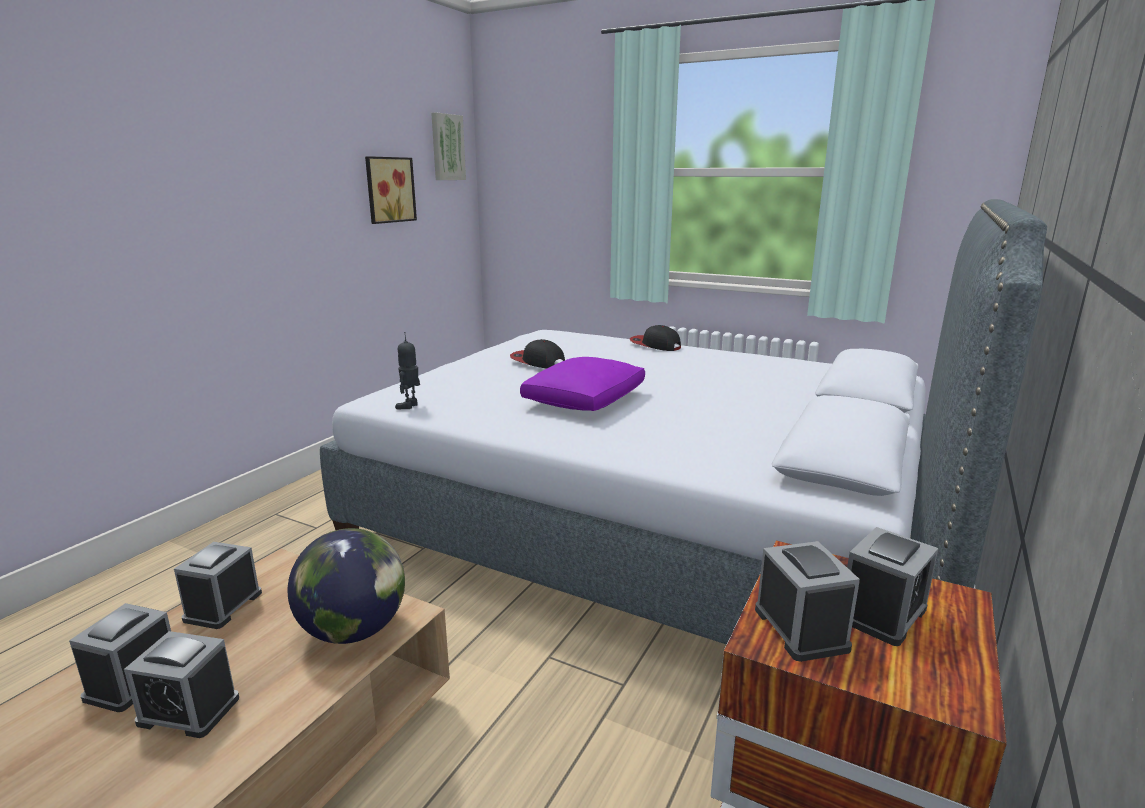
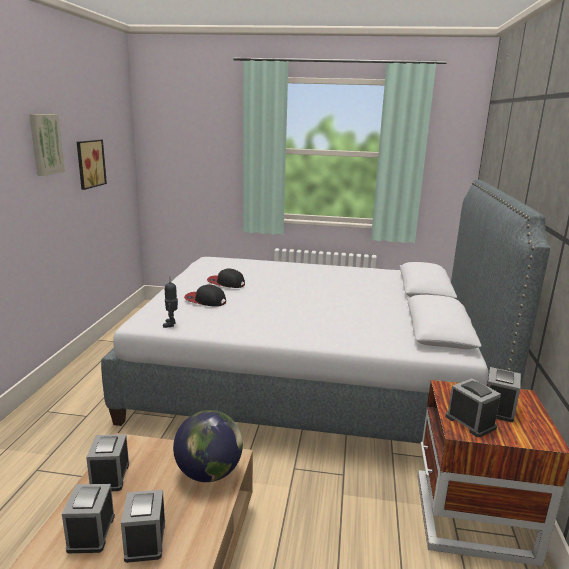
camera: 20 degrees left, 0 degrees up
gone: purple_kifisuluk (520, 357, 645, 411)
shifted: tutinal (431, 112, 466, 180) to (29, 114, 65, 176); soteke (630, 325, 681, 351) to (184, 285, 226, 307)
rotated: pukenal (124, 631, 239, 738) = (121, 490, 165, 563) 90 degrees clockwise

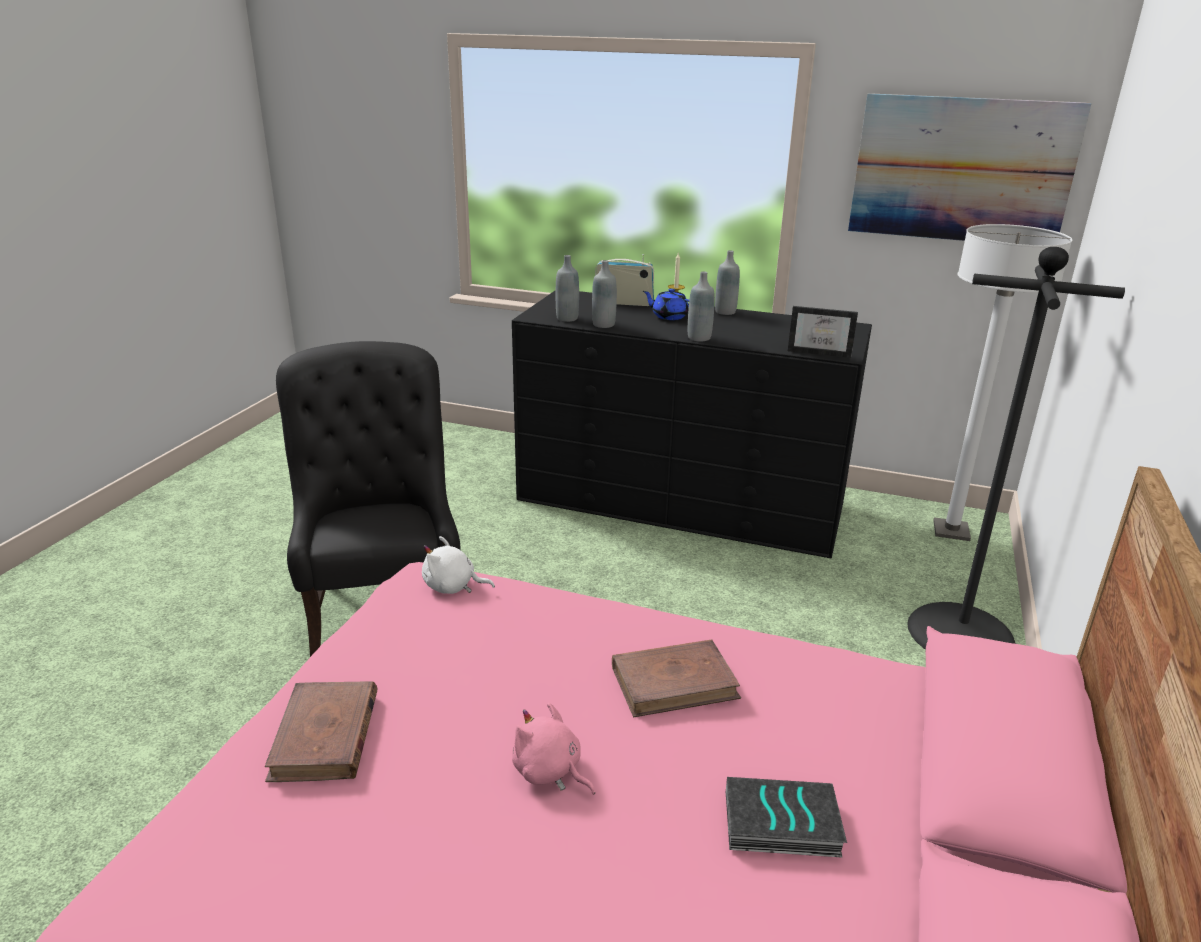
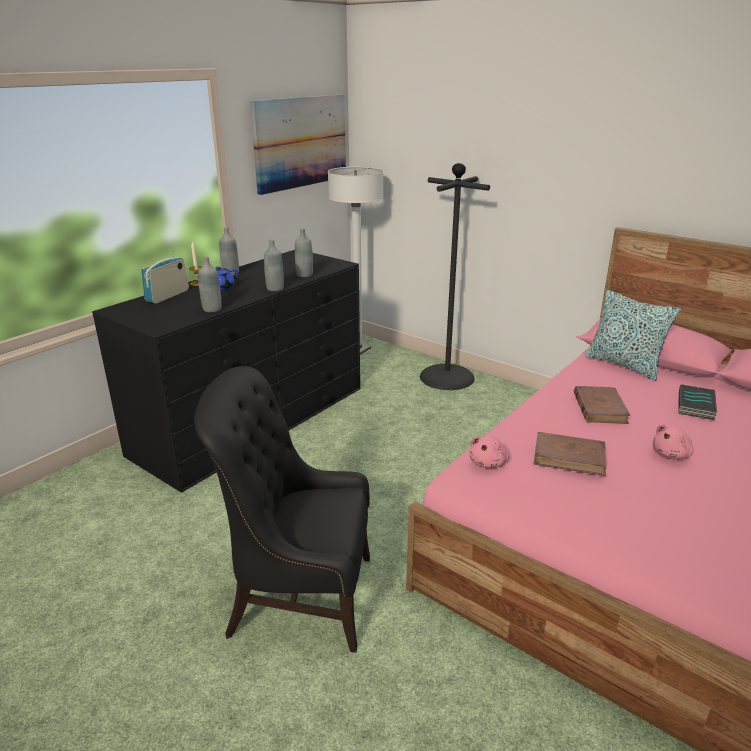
camera: 70 degrees left, 0 degrees up
gone: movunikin (788, 306, 858, 358)
new: kifisuluk (585, 290, 681, 381)
shifted: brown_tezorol (265, 681, 377, 782) to (534, 432, 606, 476); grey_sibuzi (556, 255, 579, 322) to (295, 228, 313, 277)
repainted: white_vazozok (422, 536, 495, 594) to pink_vazozok (469, 436, 509, 468)

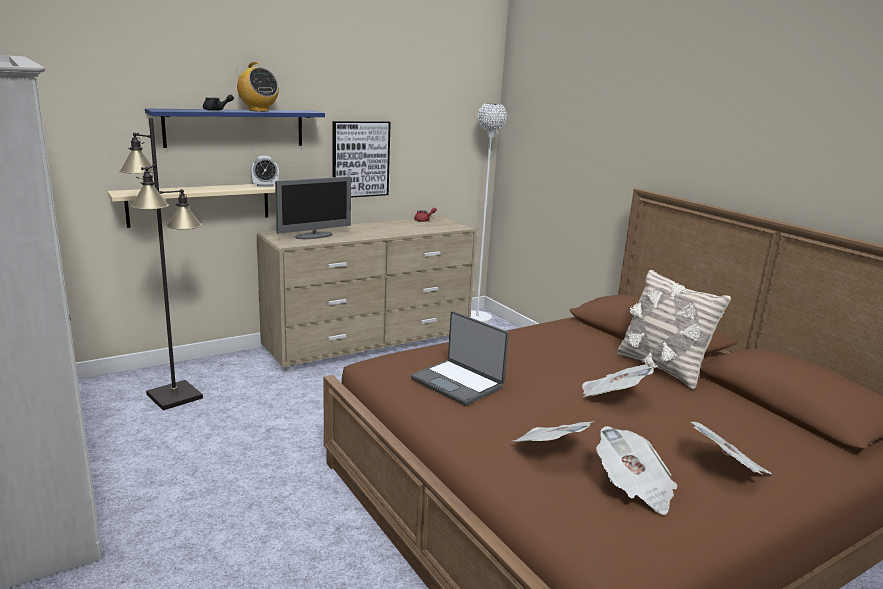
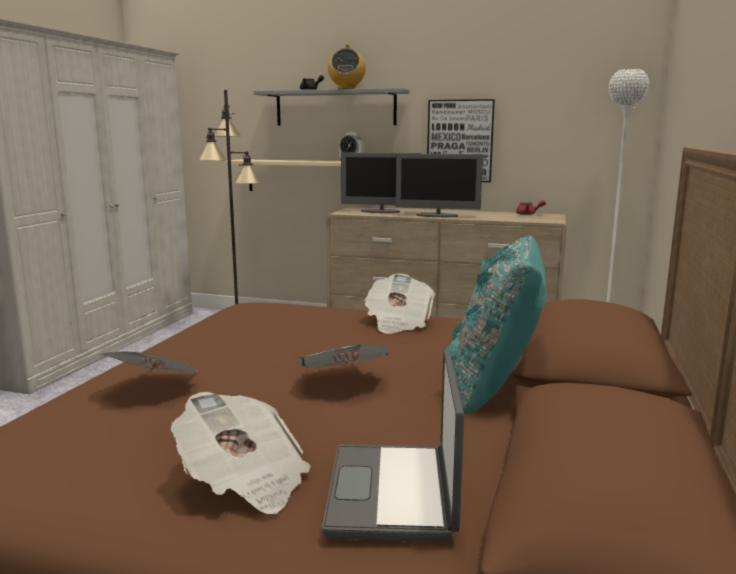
camera: 50 degrees right, 5 degrees down
new: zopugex (396, 154, 483, 217)
shifted: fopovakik (411, 311, 509, 406) to (322, 350, 464, 542); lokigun (596, 426, 678, 515) to (364, 273, 435, 334)
repainted: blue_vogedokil (145, 109, 325, 148) to grey_vogedokil (253, 88, 409, 125); beige_kifisuluk (617, 270, 731, 390) to turquoise_kifisuluk (442, 236, 547, 414)

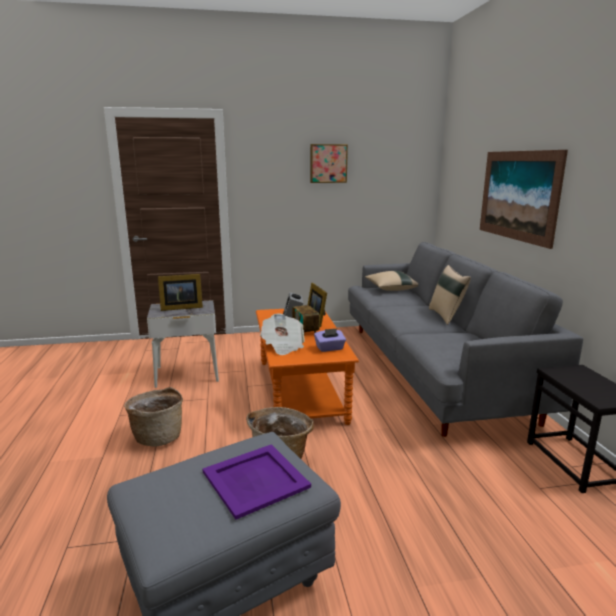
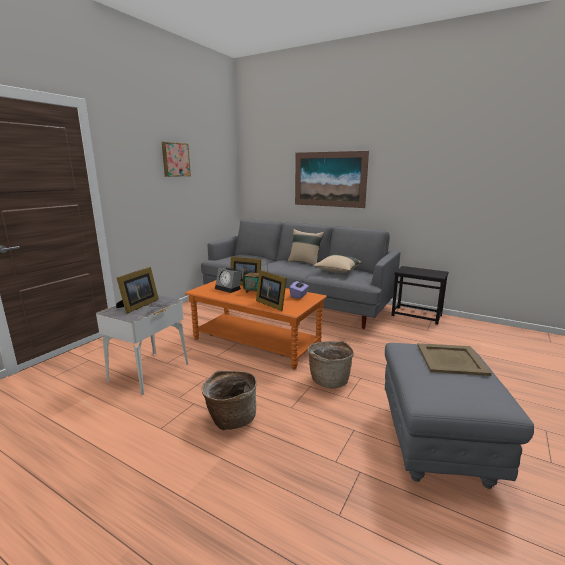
camera: 50 degrees left, 0 degrees up
shifted: beige_kifisuluk (365, 271, 418, 291) to (313, 255, 362, 273)
swapped: lokigun (260, 313, 304, 355) to movunikin (256, 270, 287, 311)
repainted: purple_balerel (202, 444, 311, 520) to beige_balerel (417, 343, 492, 376)

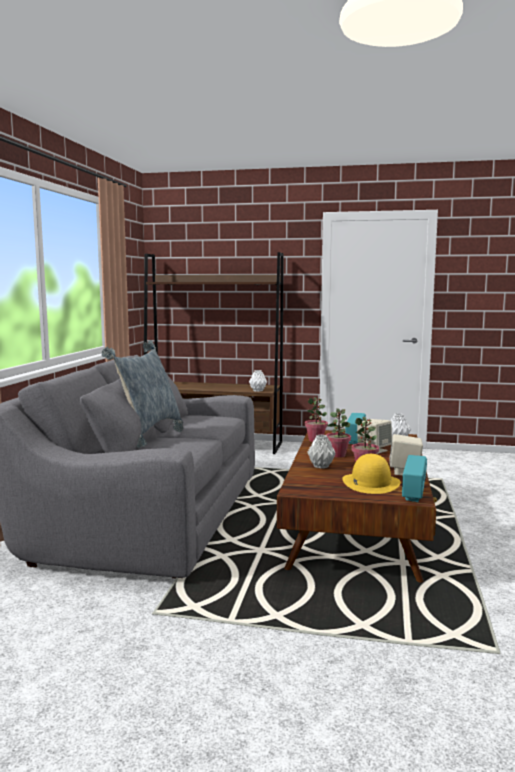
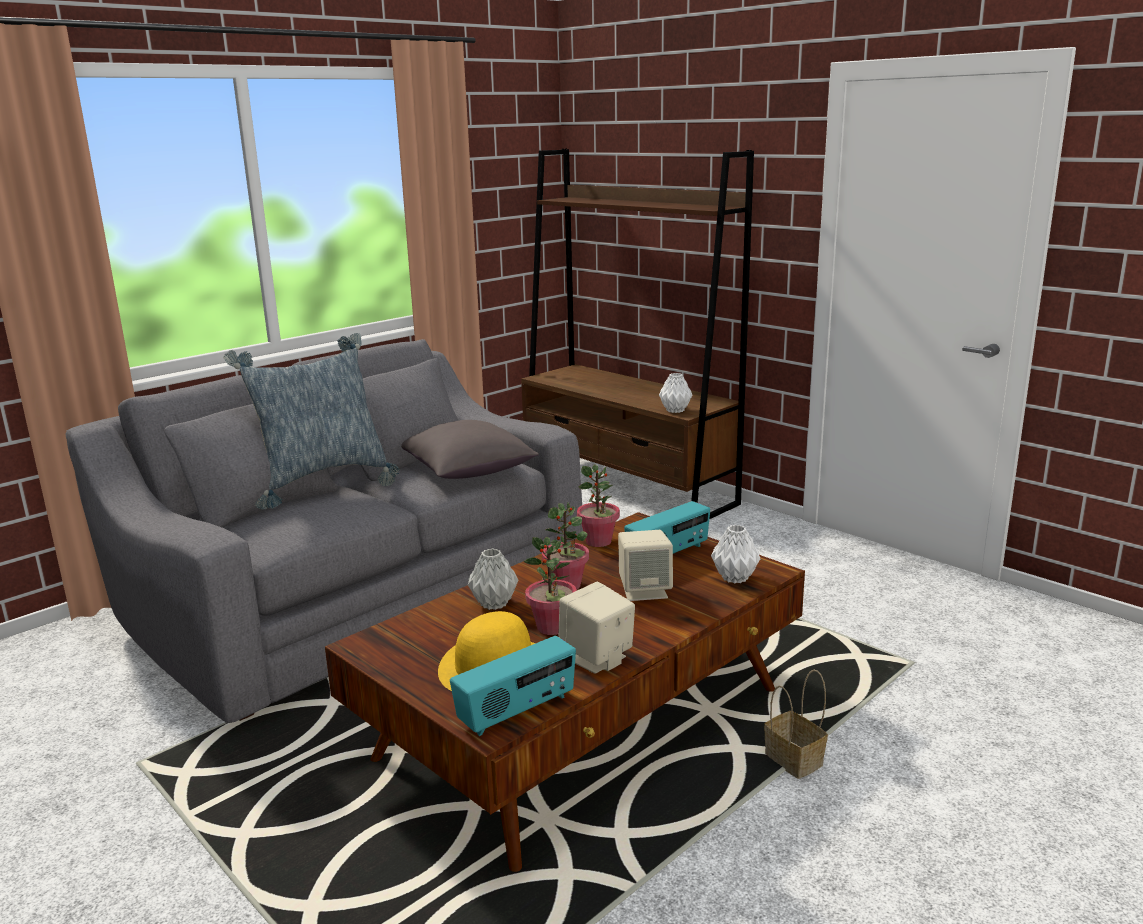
camera: 35 degrees right, 10 degrees up
new: grey_kifisuluk (401, 420, 539, 479); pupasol (764, 669, 828, 779)

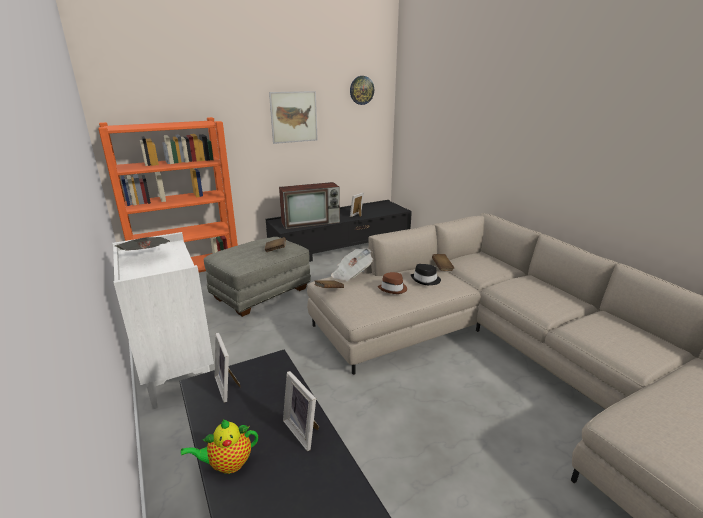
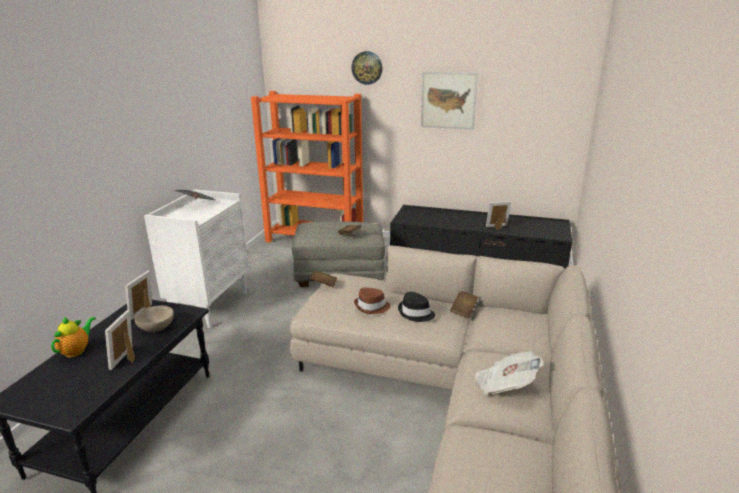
camera: 45 degrees right, 0 degrees up
gone: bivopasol (279, 182, 340, 229)
new: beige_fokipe (134, 305, 174, 332)
shifted: lokigun (331, 248, 373, 281) to (475, 351, 543, 395); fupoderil (350, 76, 374, 105) to (351, 51, 382, 85)
rotated: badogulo (181, 419, 258, 474) = (51, 317, 96, 357) 90 degrees clockwise

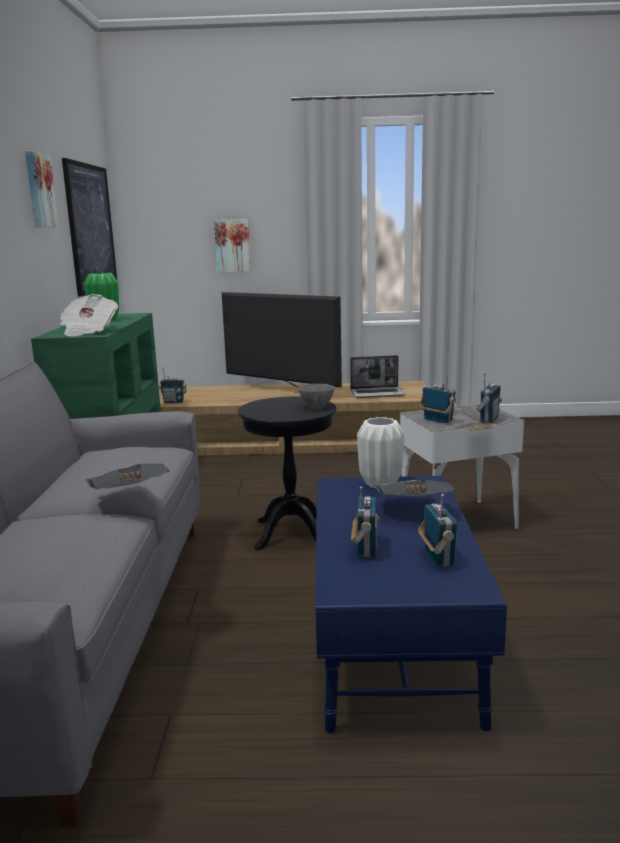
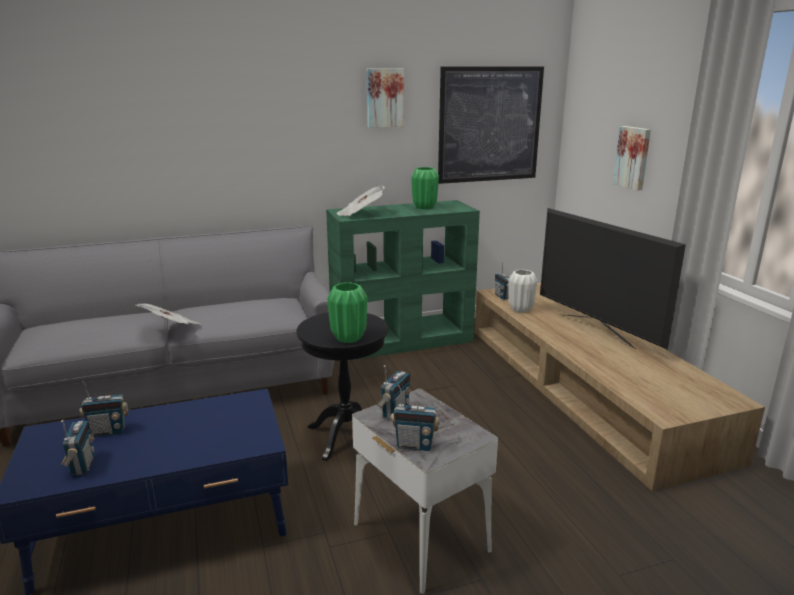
camera: 70 degrees right, 5 degrees up
gone: fopovakik (350, 355, 405, 398); lokigun (373, 480, 455, 497)
shifted: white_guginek (357, 417, 404, 488) to (508, 269, 537, 313)
swapped: grey_fokipe (298, 383, 335, 408) to green_guginek (327, 282, 367, 343)
rotated: bivopasol (222, 292, 342, 387) = (540, 208, 686, 350) 45 degrees counterclockwise; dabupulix (418, 494, 457, 566) = (61, 420, 94, 475) 75 degrees counterclockwise

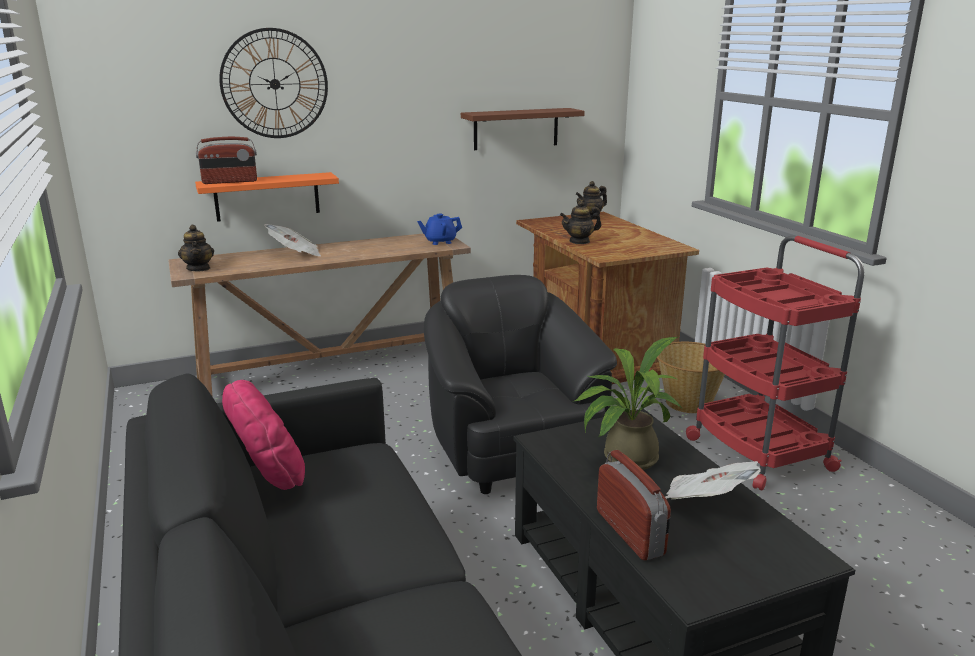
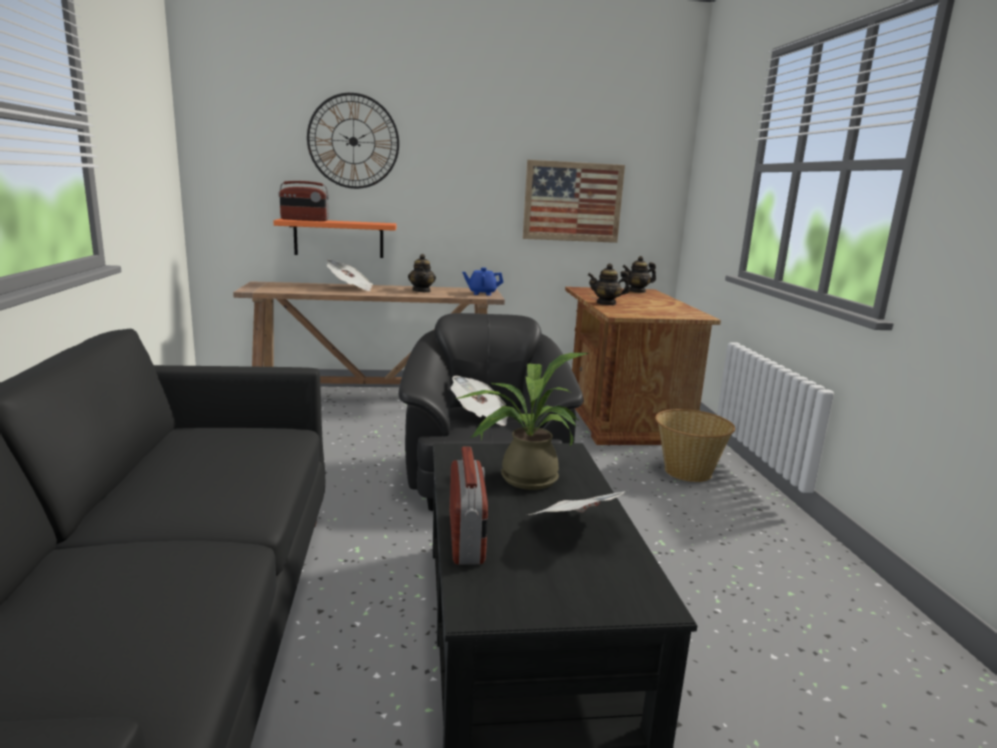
camera: 15 degrees right, 5 degrees down
gone: pink_kifisuluk (222, 380, 305, 490); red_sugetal (686, 236, 864, 491)
new: lokigun (451, 376, 509, 426)
shifted: badogulo (178, 225, 214, 271) to (408, 254, 436, 292)
swapped: brown_vogedokil (461, 108, 585, 150) to tutinal (523, 160, 625, 243)

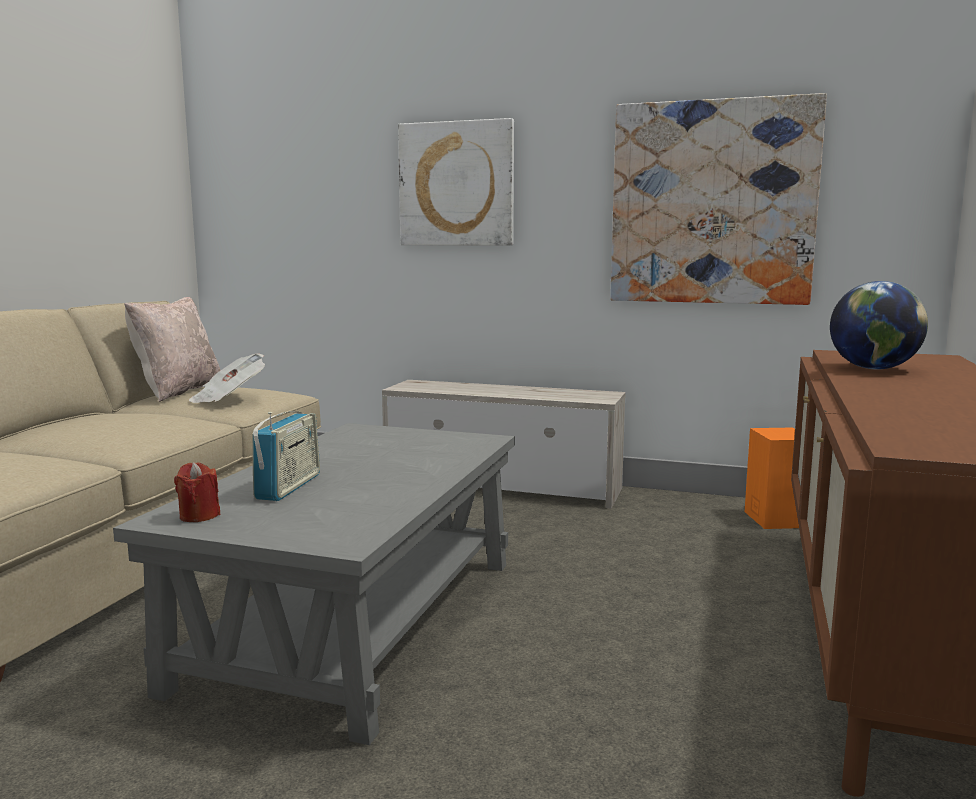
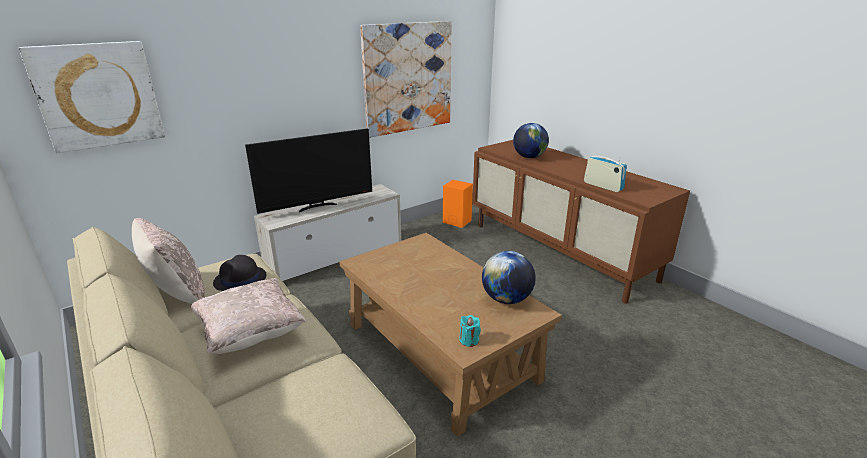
camera: 55 degrees left, 15 degrees up
new: beige_kifisuluk (191, 278, 306, 354); bivopasol (245, 128, 372, 214); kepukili (482, 251, 536, 304)
shifted: dabupulix (252, 411, 320, 501) to (584, 156, 627, 192); tutinal (398, 118, 514, 246) to (19, 41, 165, 153)
swapped: lokigun (189, 353, 265, 403) to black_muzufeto (213, 255, 266, 291)
repainted: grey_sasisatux (113, 423, 515, 745) to brown_sasisatux (339, 233, 562, 437); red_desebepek (174, 462, 220, 522) to turquoise_desebepek (459, 315, 481, 347)

